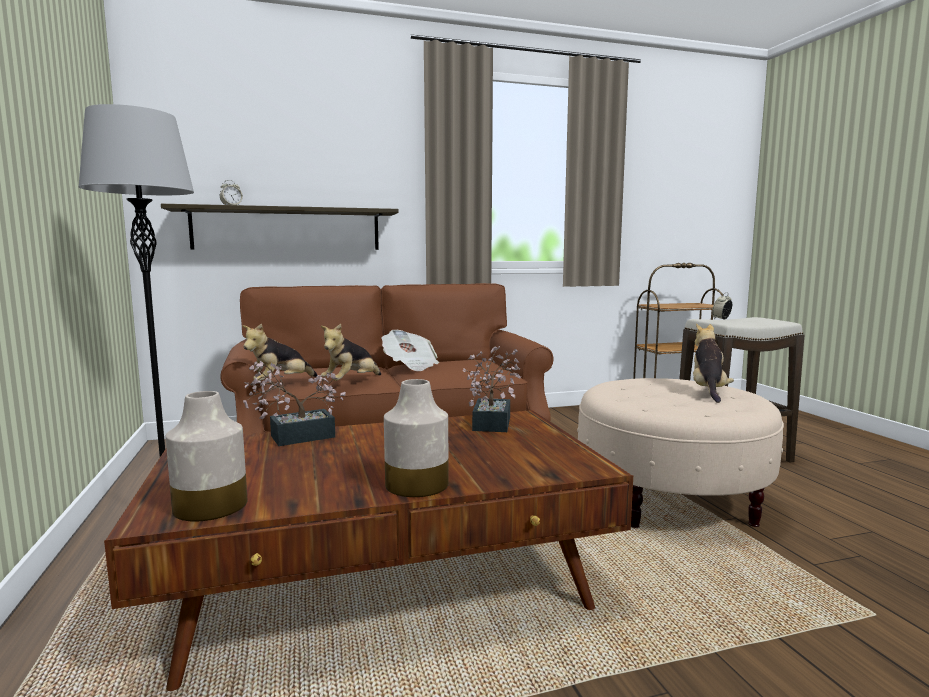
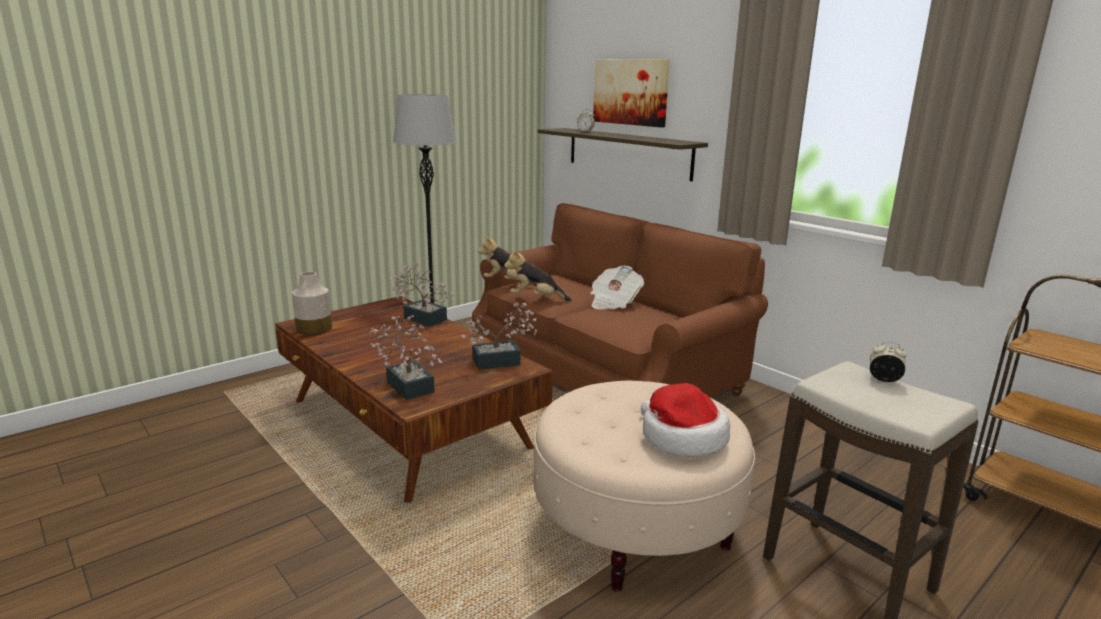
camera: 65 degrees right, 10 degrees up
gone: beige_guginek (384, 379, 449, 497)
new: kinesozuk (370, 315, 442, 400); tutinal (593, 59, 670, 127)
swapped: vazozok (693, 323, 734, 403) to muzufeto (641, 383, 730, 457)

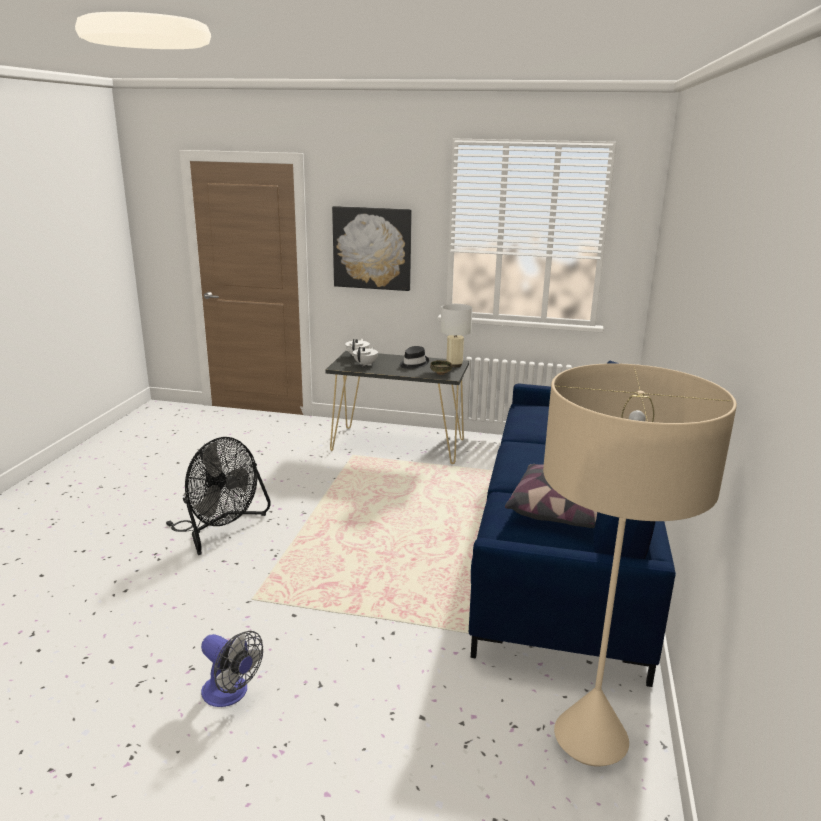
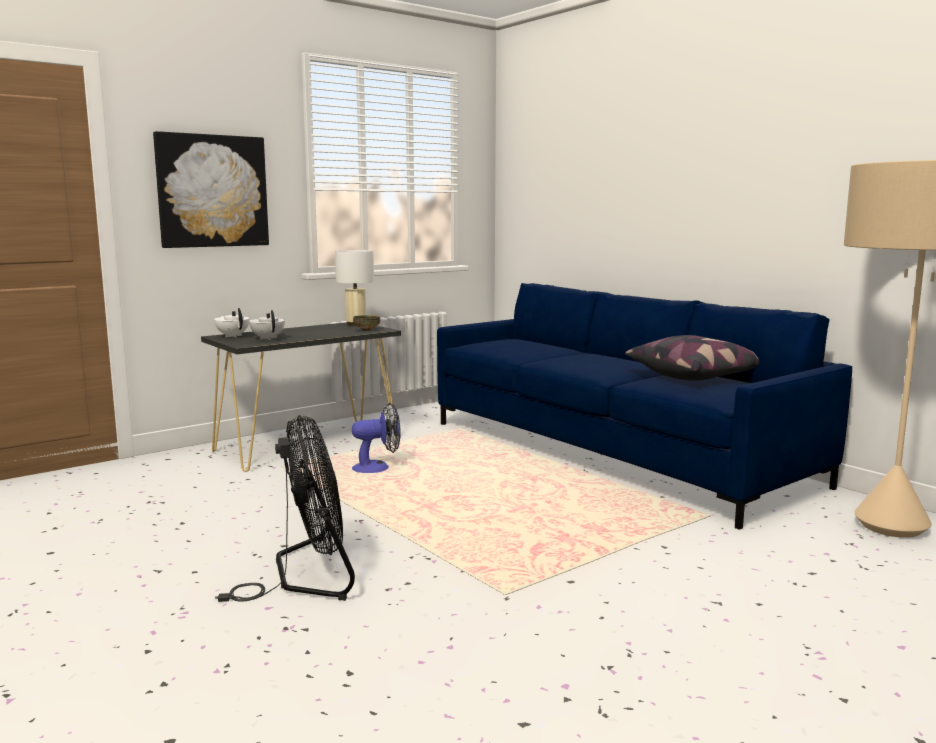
camera: 50 degrees left, 10 degrees down
gone: black_muzufeto (399, 346, 429, 369)
shifted: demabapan (201, 631, 263, 707) to (352, 403, 401, 473)

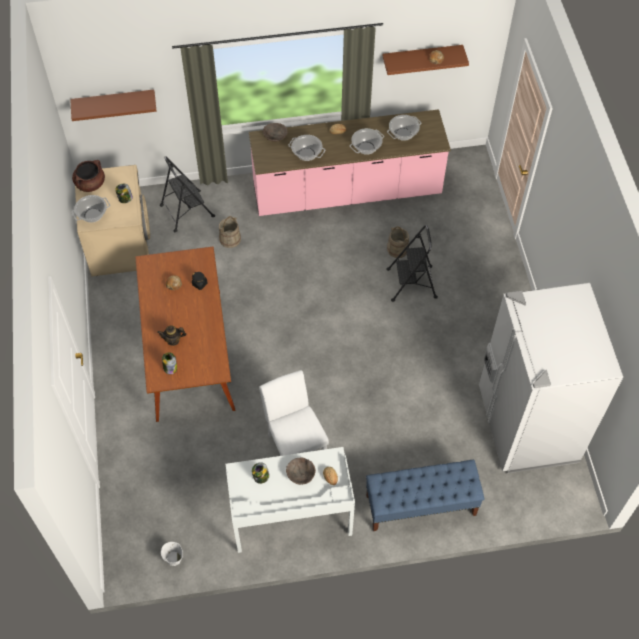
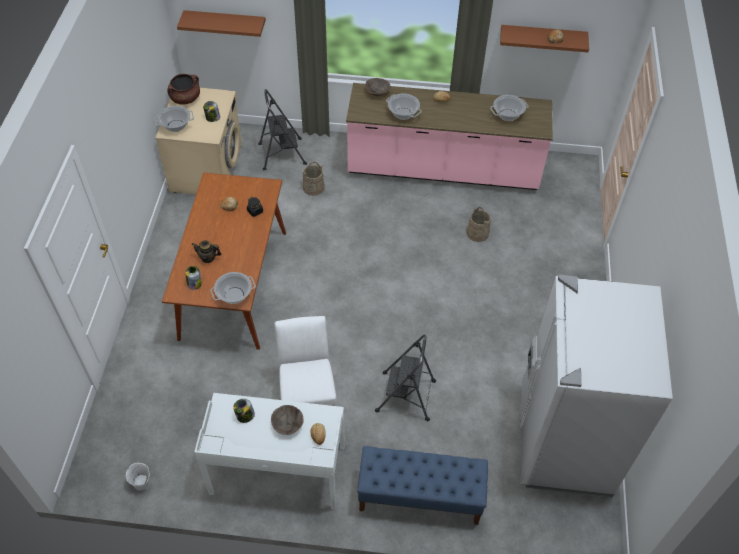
camera: 15 degrees right, 5 degrees down
shifted: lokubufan (350, 128, 384, 155) to (210, 272, 256, 304); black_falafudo (386, 225, 438, 302) to (375, 334, 436, 421)

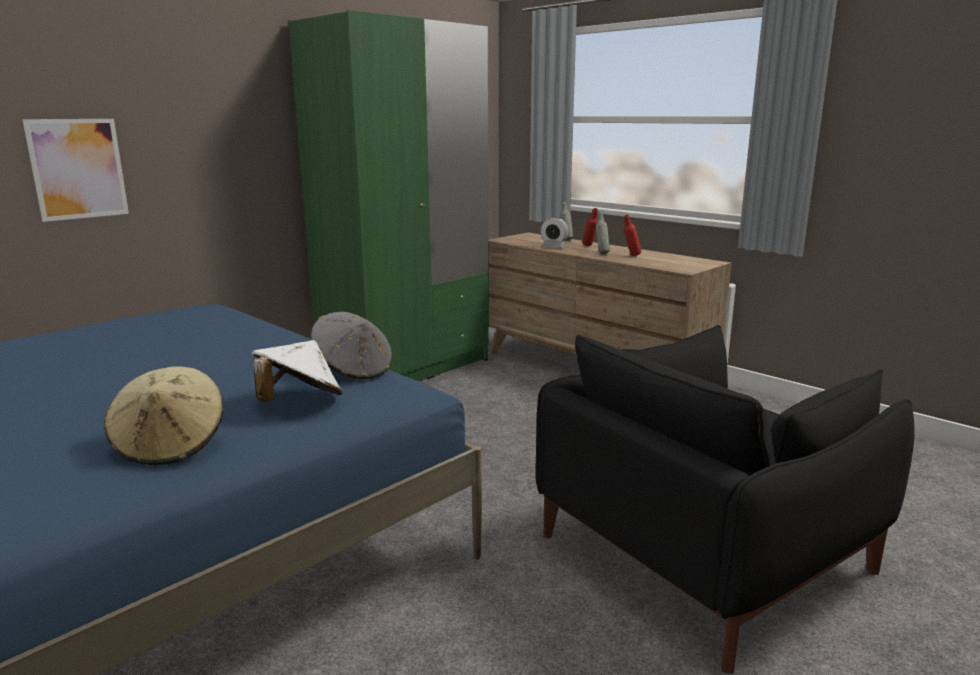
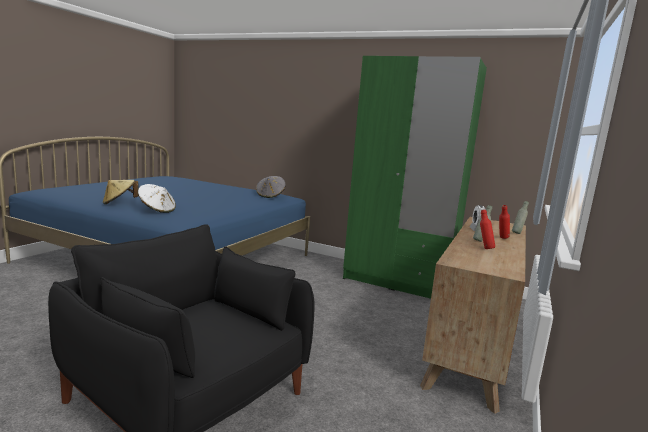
camera: 70 degrees right, 5 degrees down
gone: tutinal (22, 119, 129, 222)
shifted: grey_muzufeto (311, 312, 392, 379) to (256, 176, 286, 198)

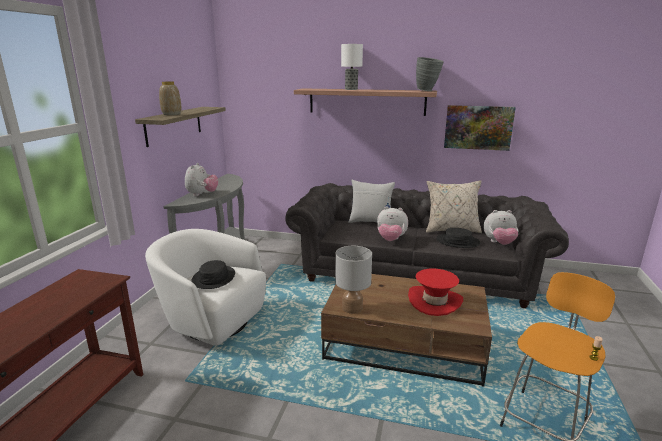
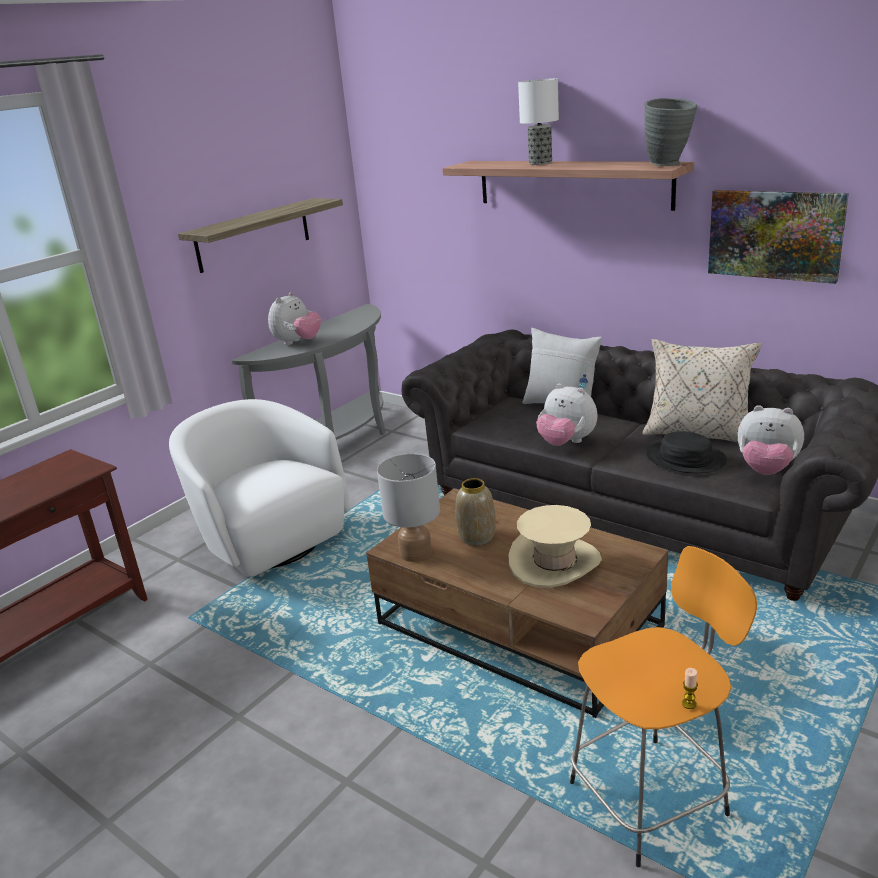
camera: 25 degrees right, 5 degrees up
gone: black_muzufeto (191, 260, 235, 289)
shifted: guginek (159, 82, 182, 115) to (456, 478, 496, 545)
repainted: red_muzufeto (408, 269, 463, 316) to beige_muzufeto (509, 505, 602, 588)

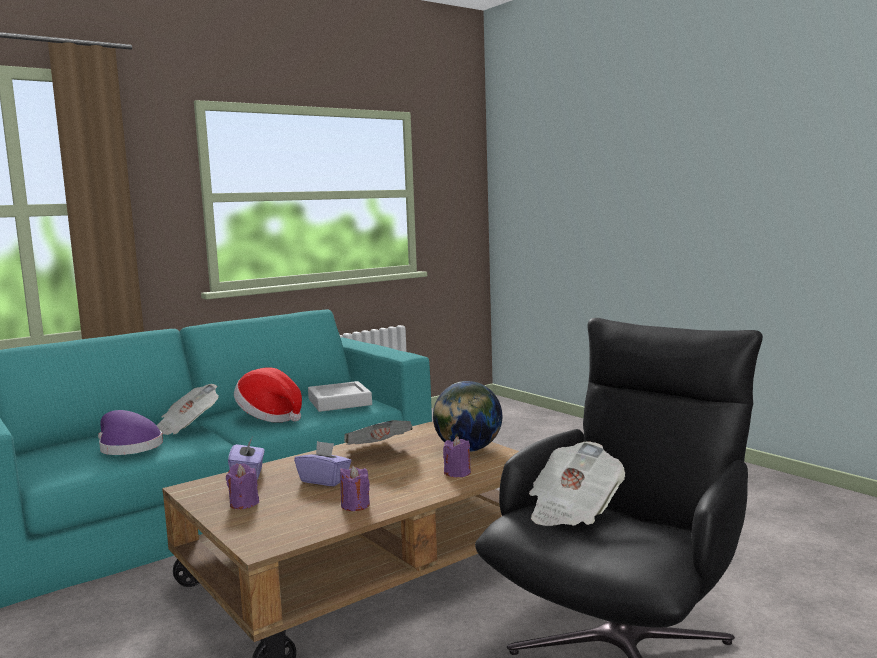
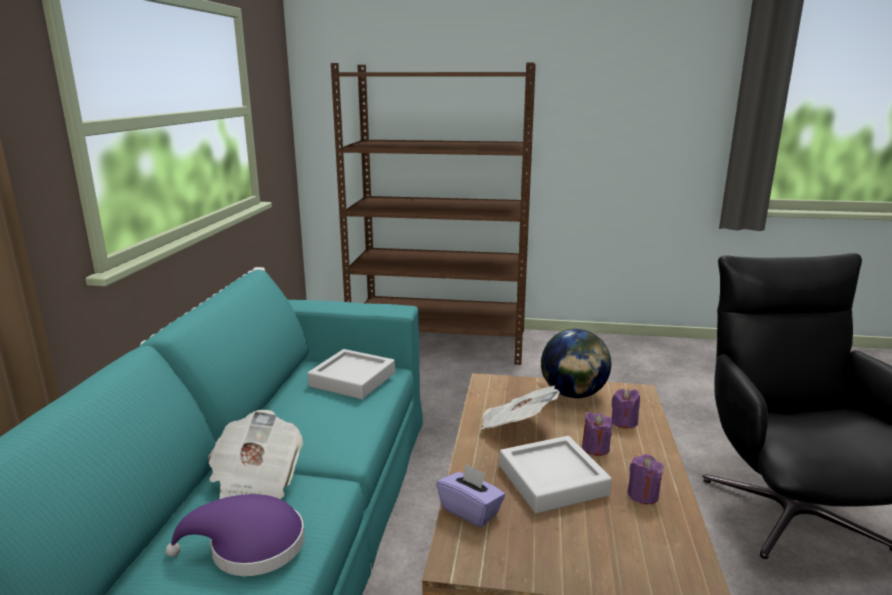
camera: 45 degrees left, 10 degrees up
gone: muzufeto (234, 367, 302, 422); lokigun (529, 441, 625, 526)
new: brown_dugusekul (331, 62, 536, 365)
shifted: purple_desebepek (226, 463, 259, 509) to (582, 412, 612, 456)
swapped: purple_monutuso (294, 441, 351, 486) to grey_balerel (499, 436, 612, 514)

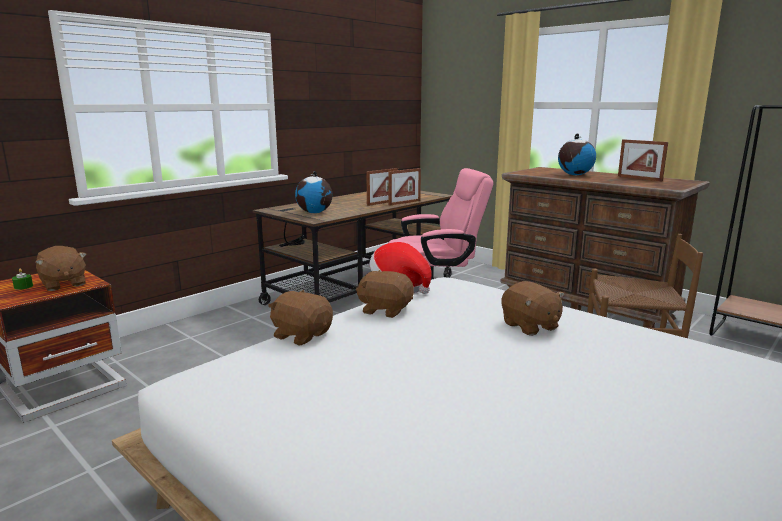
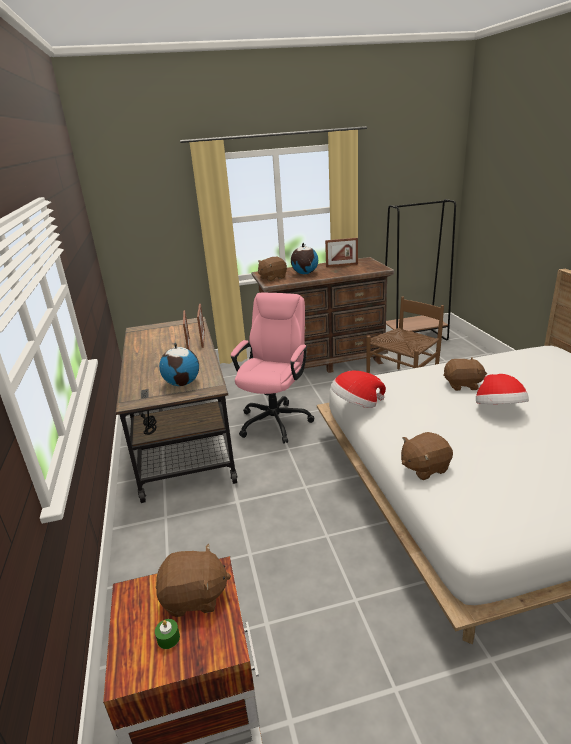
camera: 55 degrees left, 10 degrees up
new: muzufeto (476, 374, 529, 404)
shifted: brown_vazozok (356, 270, 414, 318) to (258, 257, 287, 282)

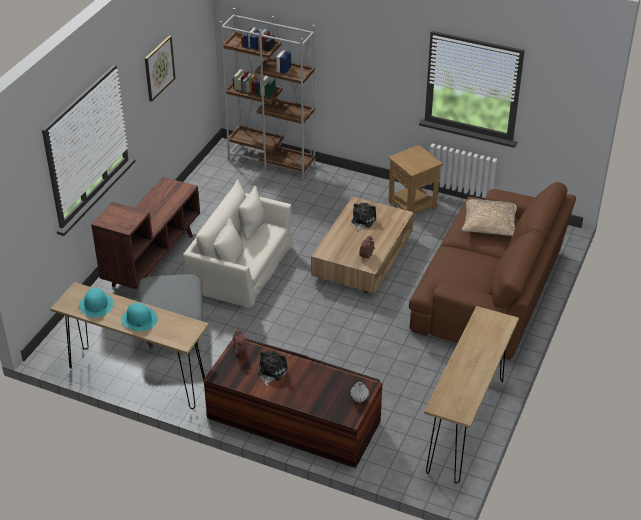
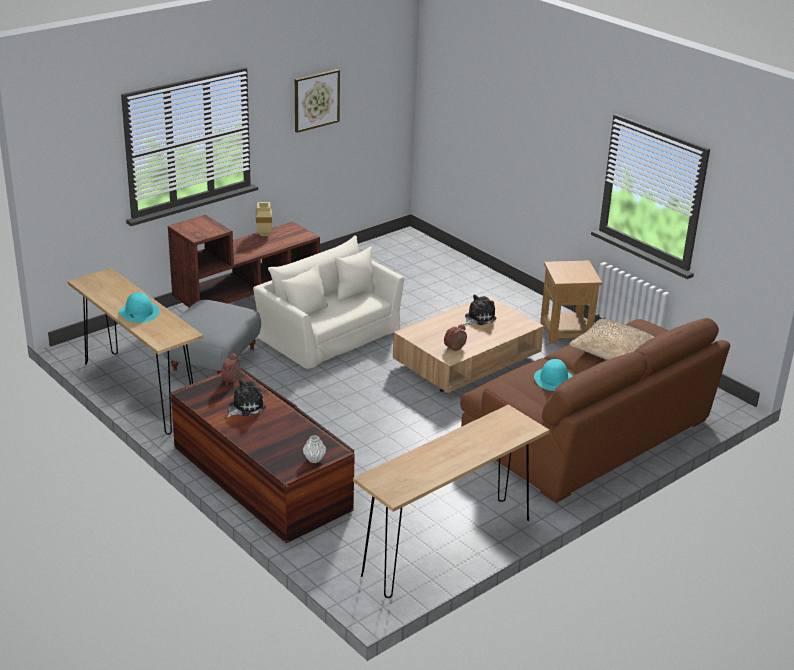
camera: 25 degrees right, 10 degrees down
gone: brown_dugusekul (220, 8, 315, 179)
new: beige_guginek (256, 202, 272, 236)
shifted: turquoise_muzufeto (79, 288, 113, 317) to (534, 359, 573, 391)

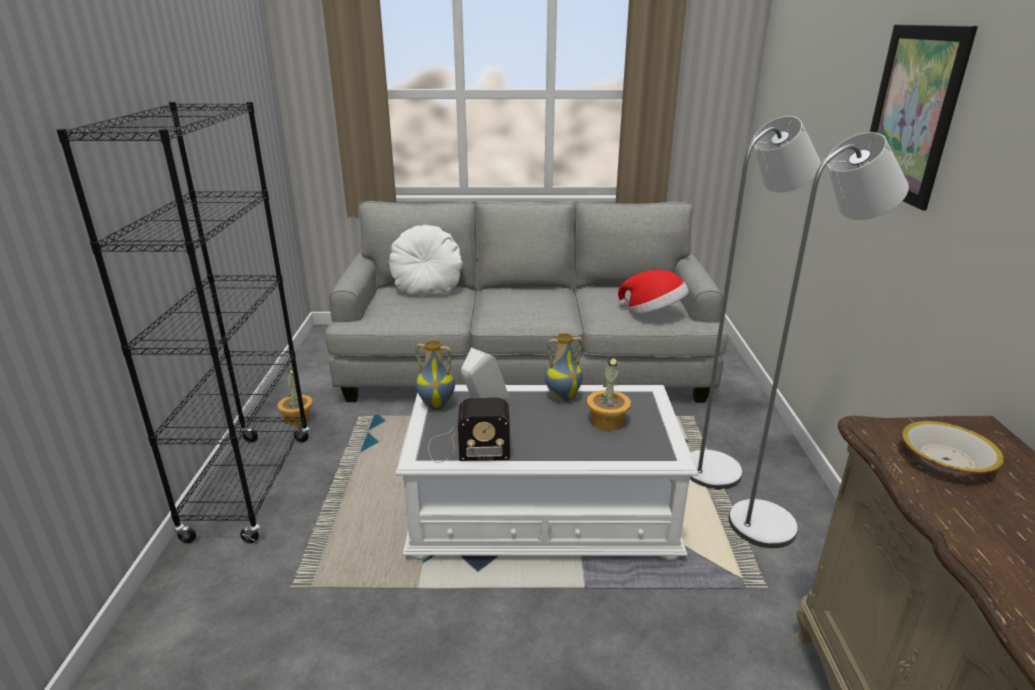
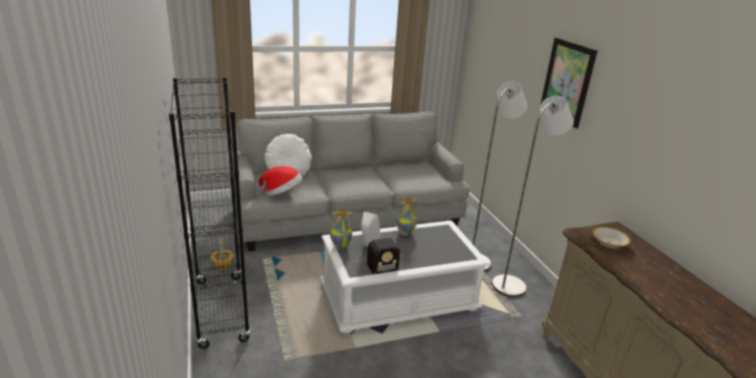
camera: 20 degrees left, 0 degrees up
gone: kinesozuk (586, 356, 631, 431)
shifted: muzufeto (618, 270, 689, 314) to (259, 166, 302, 196)

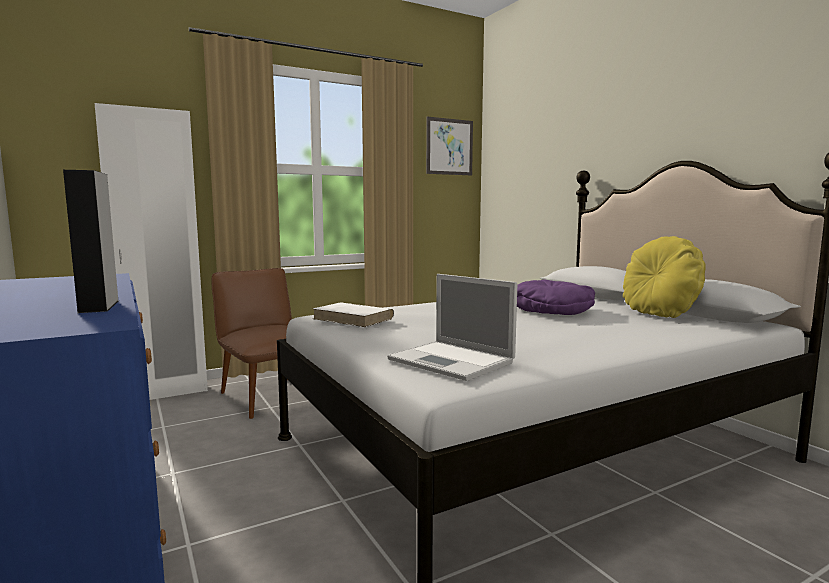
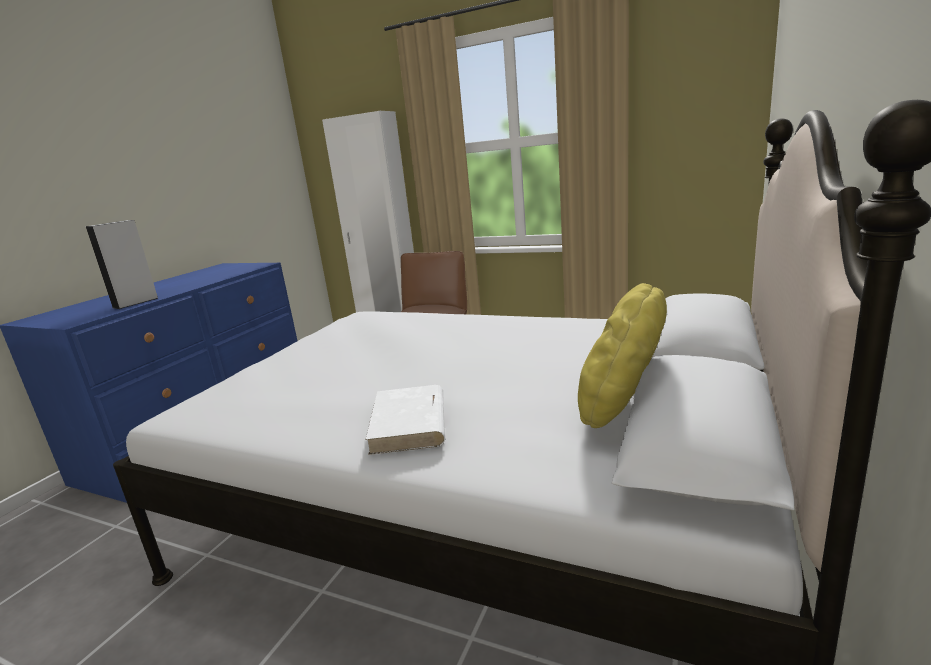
camera: 55 degrees right, 10 degrees up
gone: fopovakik (387, 274, 517, 381); tutinal (426, 116, 473, 175); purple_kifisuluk (517, 280, 595, 315)
shifted: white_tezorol (313, 302, 394, 327) to (365, 385, 445, 455)

